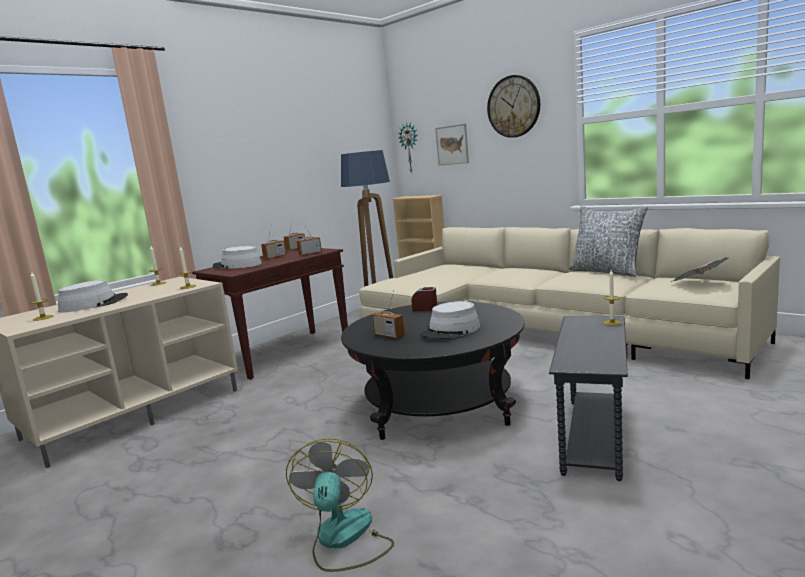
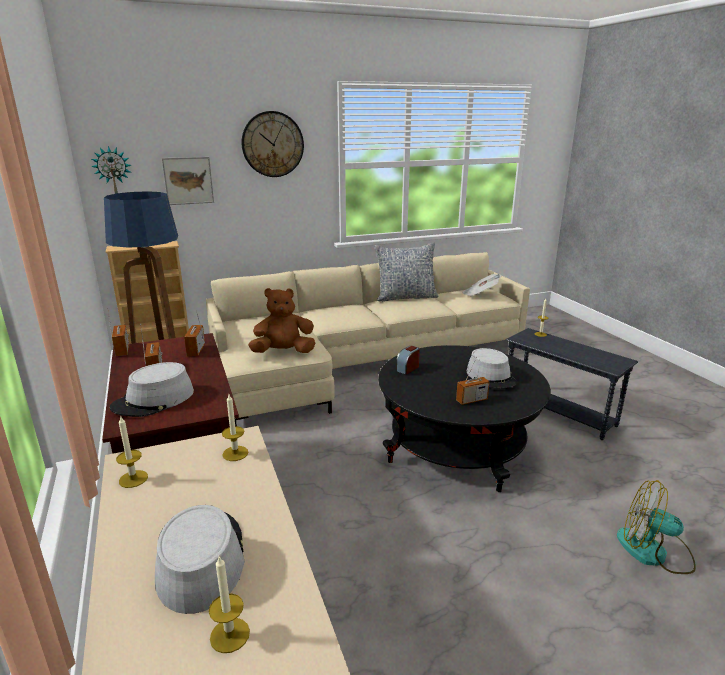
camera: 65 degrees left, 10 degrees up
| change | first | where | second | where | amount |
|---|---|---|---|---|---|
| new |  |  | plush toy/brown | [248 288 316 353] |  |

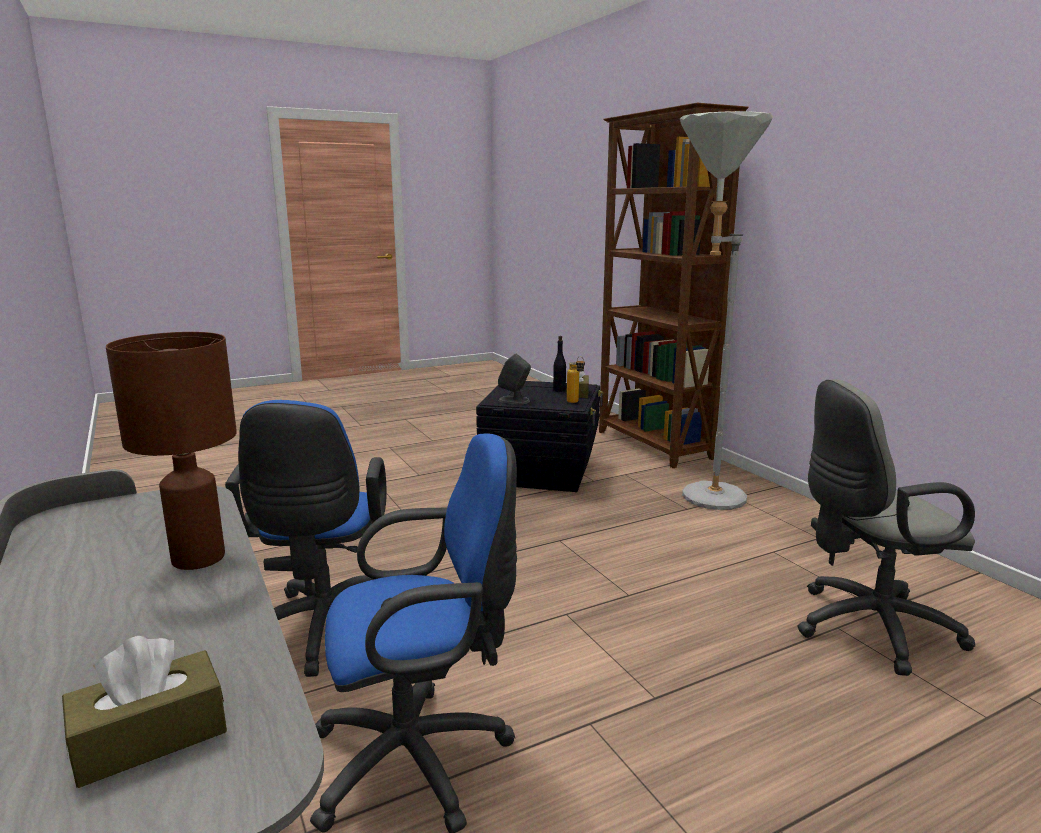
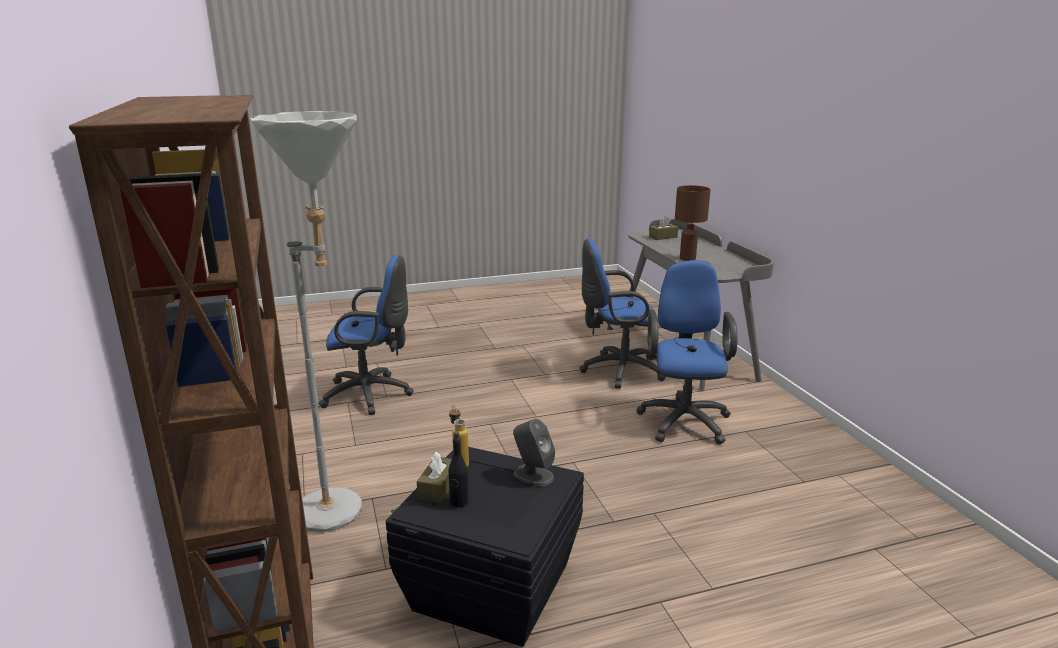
camera: 170 degrees left, 5 degrees up
| change | first | where | second | where | amount |
|---|---|---|---|---|---|
| repainted | office chair/grey | [797 379 975 676] | office chair/blue | [319 255 414 415] |  |

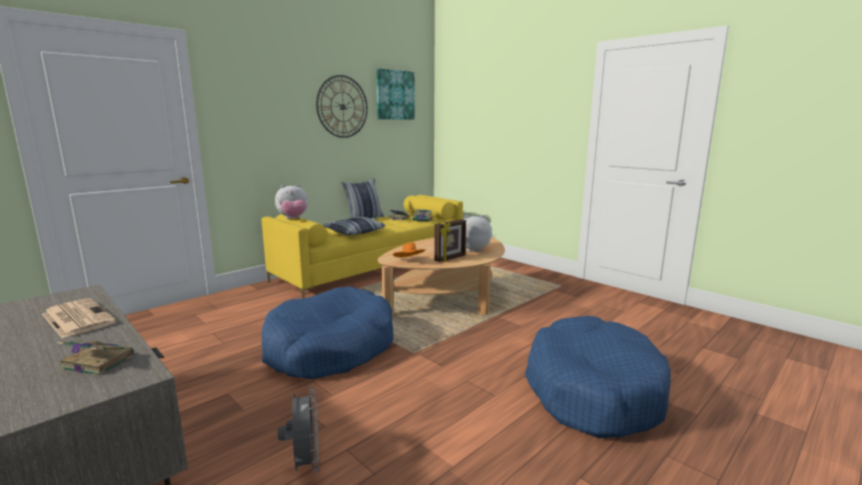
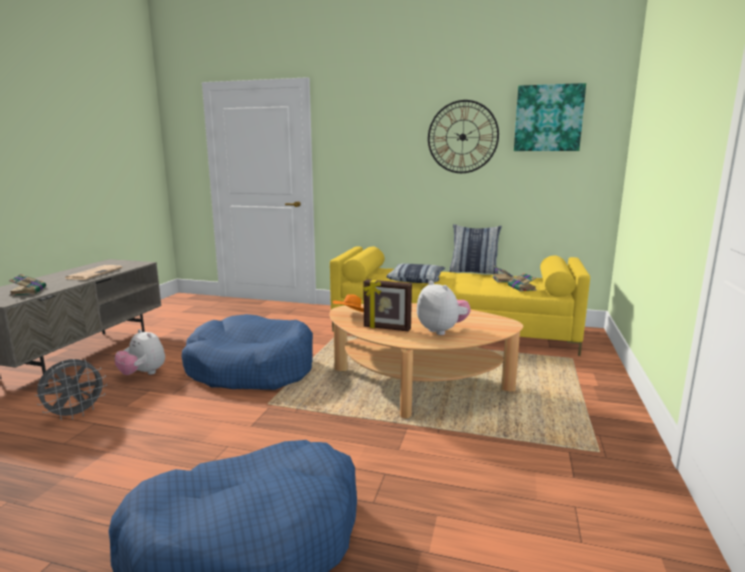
camera: 60 degrees right, 0 degrees up
| change | first | where | second | where | amount |
|---|---|---|---|---|---|
| shifted | plush toy | [275 184 308 219] |  | [115 329 165 375] |  |

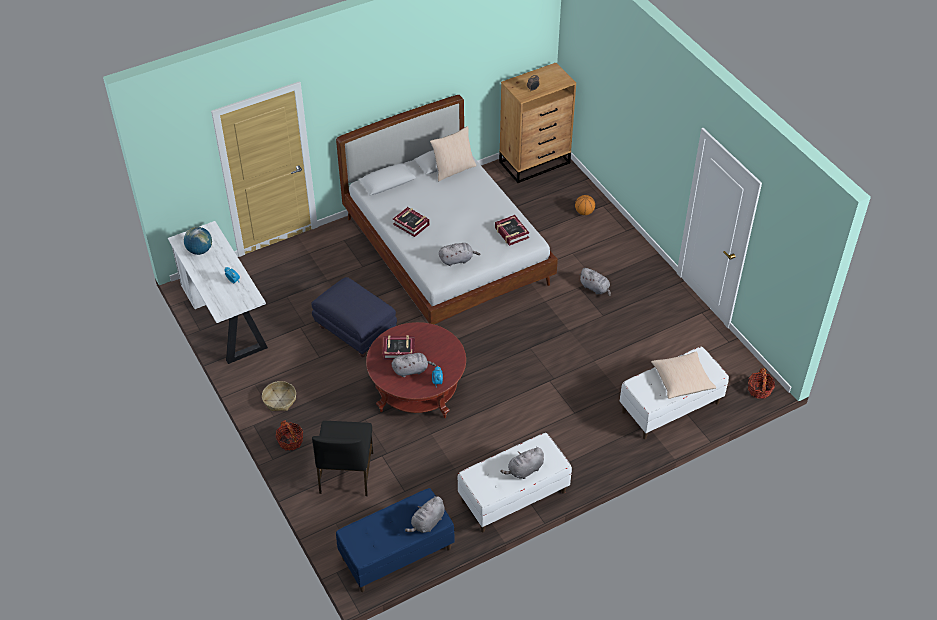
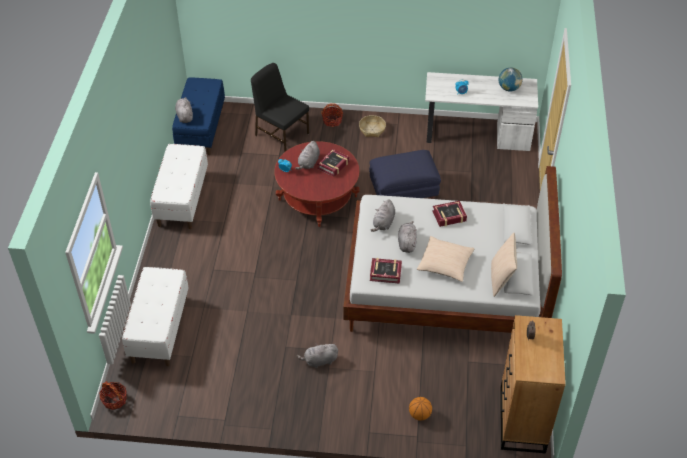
camera: 125 degrees right, 0 degrees up
| change | first | where | second | where | amount |
|---|---|---|---|---|---|
| shifted | plush toy/grey | [500 447 544 479] |  | [398 221 417 253] |  |
| shifted | pillow/beige | [651 352 716 399] |  | [417 236 475 282] |  |

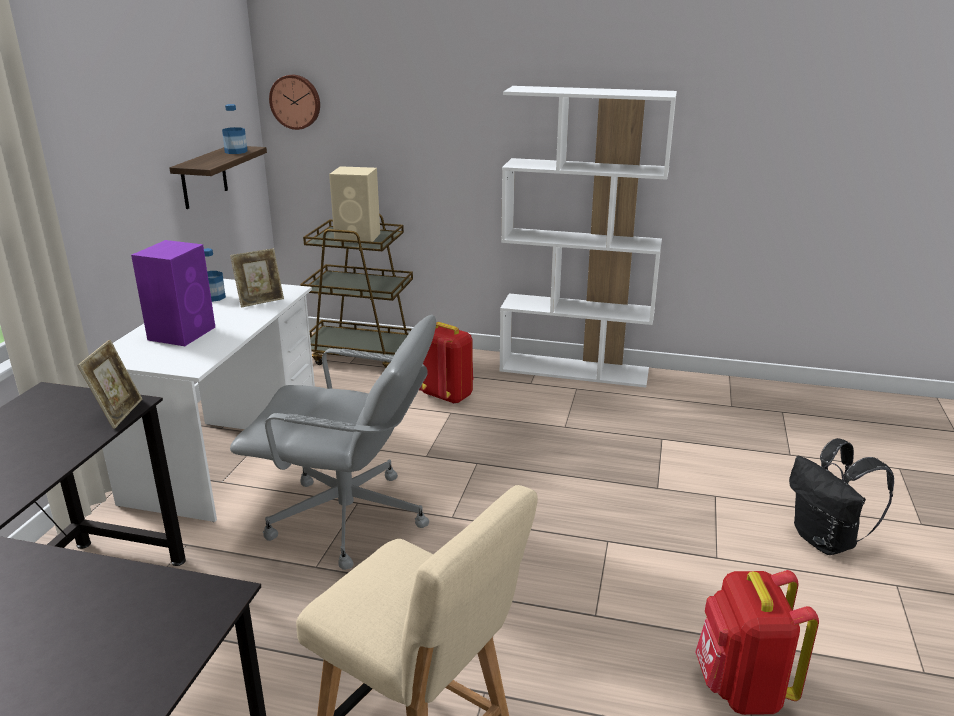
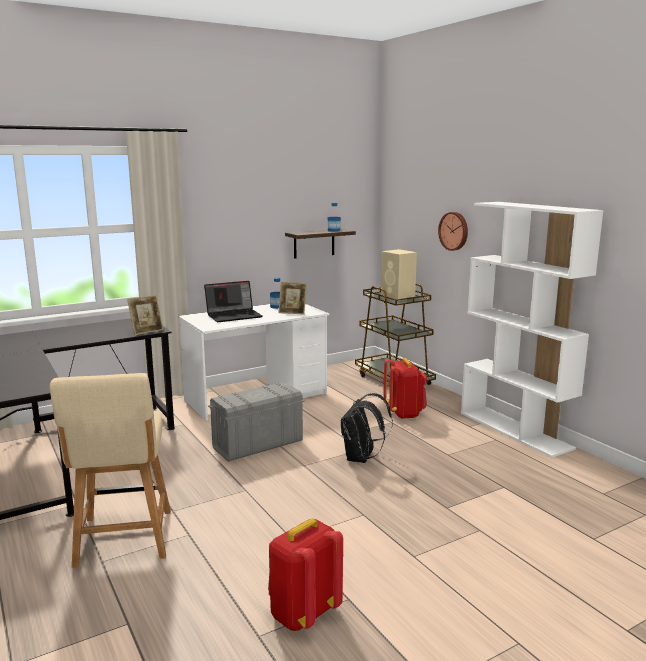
camera: 45 degrees right, 10 degrees down
| change | first | where | second | where | amount |
|---|---|---|---|---|---|
| shifted | wall clock | [269 75 320 130] |  | [438 212 468 251] |  |
| shifted | backpack/black | [789 438 894 555] |  | [341 393 393 463] |  |
| swapped | speaker/purple | [131 240 215 346] | laptop | [204 281 262 322] |  |
| swapped | office chair/grey | [230 315 436 570] | storage box/grey | [208 382 305 462] |  |

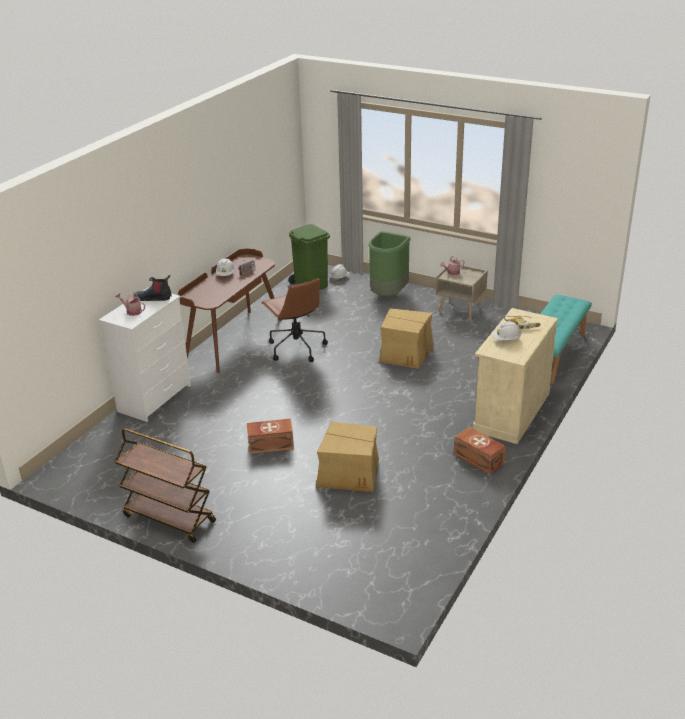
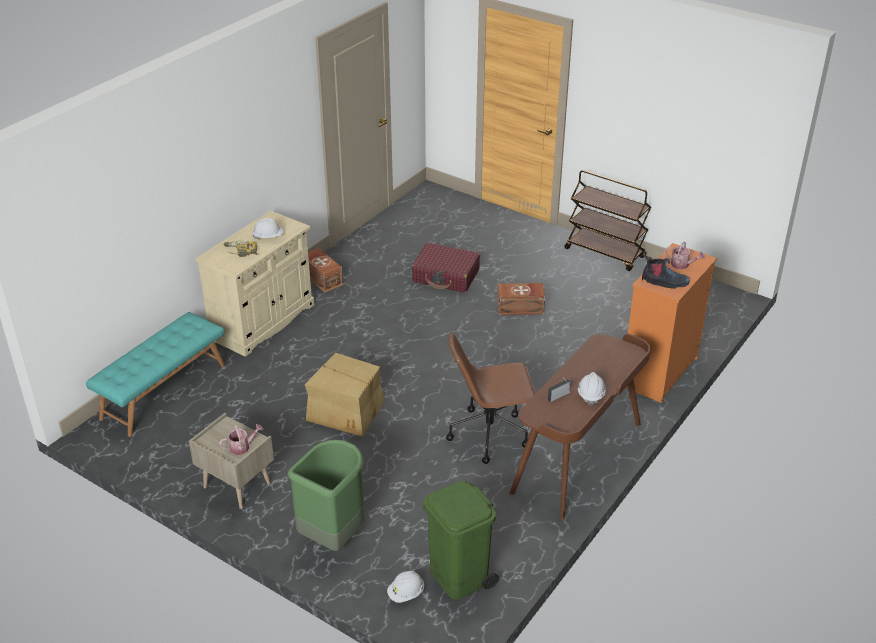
camera: 175 degrees left, 5 degrees up
| change | first | where | second | where | amount |
|---|---|---|---|---|---|
| swapped | cardboard box | [316 421 379 492] | suitcase/red | [412 243 480 293] |  |
| repainted | dresser/white | [99 288 191 422] | dresser/orange | [626 243 717 403] |  |
| rotated | office chair/brown | [261 278 328 362] |  | [446 332 536 464] | 75 degrees counterclockwise |

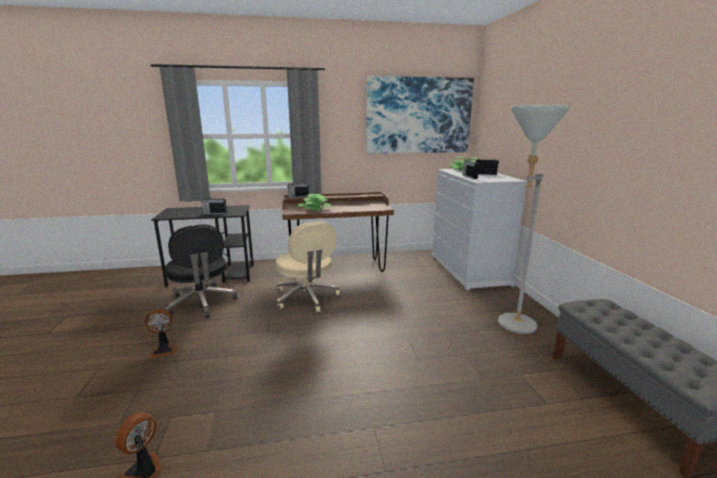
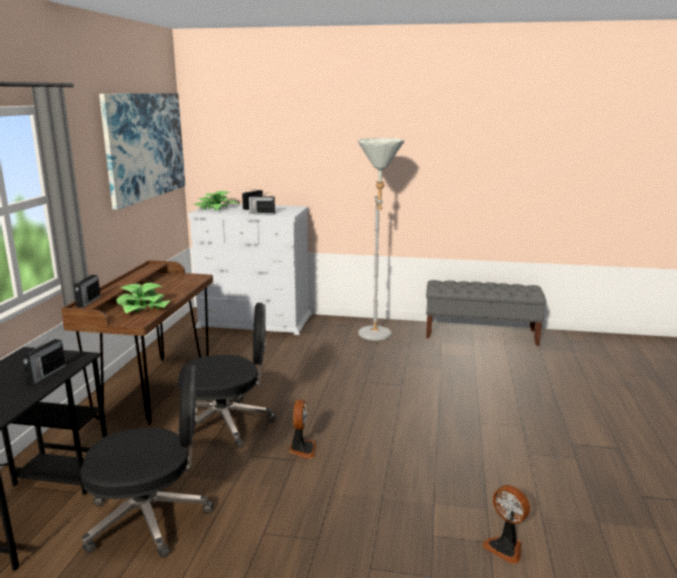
camera: 70 degrees left, 0 degrees up
| change | first | where | second | where | amount |
|---|---|---|---|---|---|
| shifted | fan | [145 309 177 358] |  | [289 400 316 459] |  |
| repainted | office chair/beige | [276 221 340 312] | office chair/black | [178 303 276 448] |  |

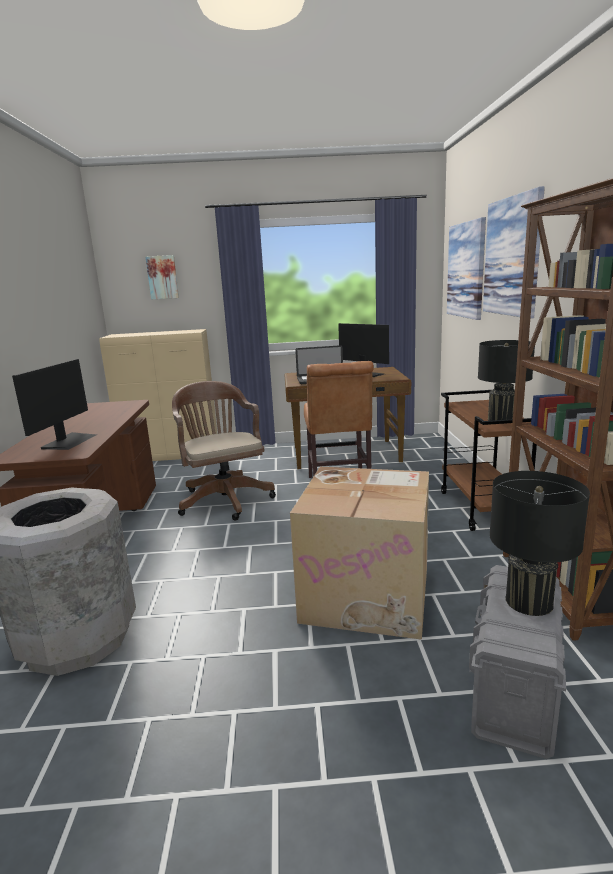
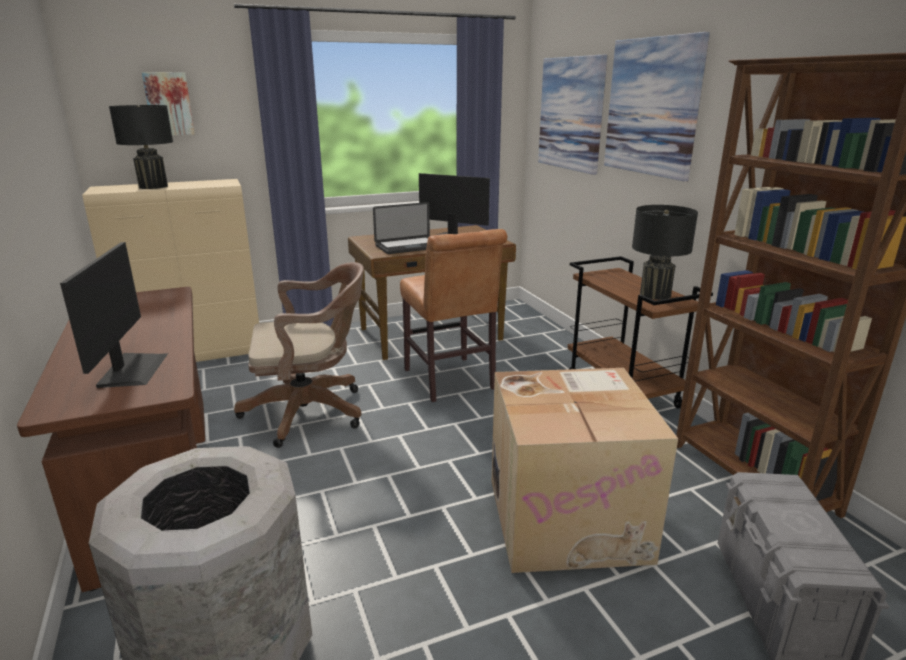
camera: 20 degrees left, 5 degrees up
| change | first | where | second | where | amount |
|---|---|---|---|---|---|
| shifted | table lamp/black | [490 471 590 616] |  | [109 105 173 189] |  |
| rotated | office chair/brown | [172 381 276 521] |  | [234 262 364 448] | 120 degrees clockwise |

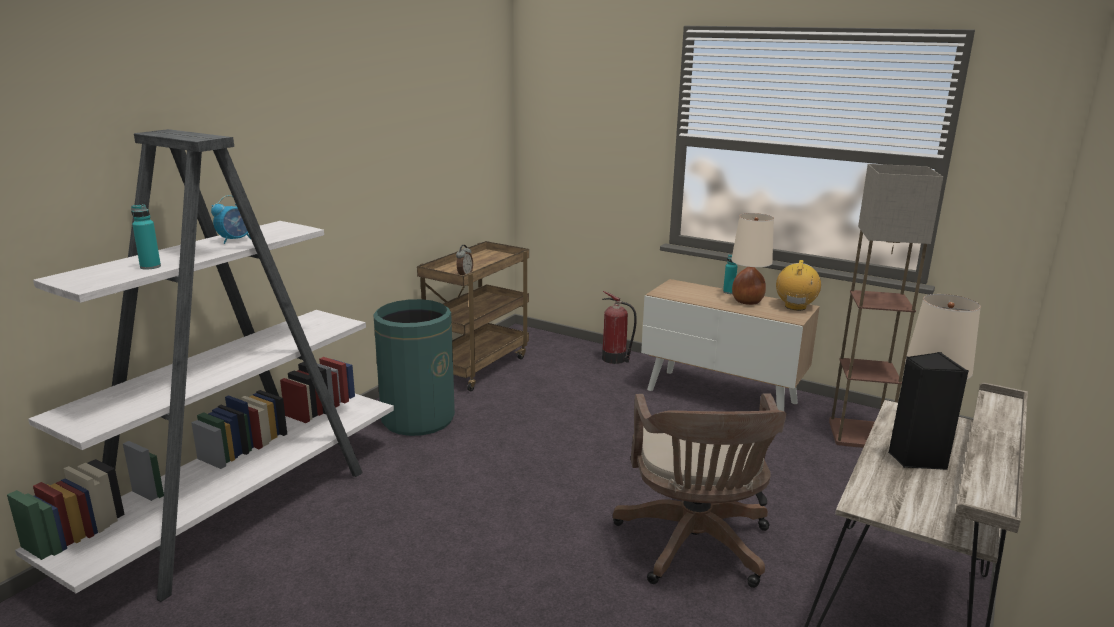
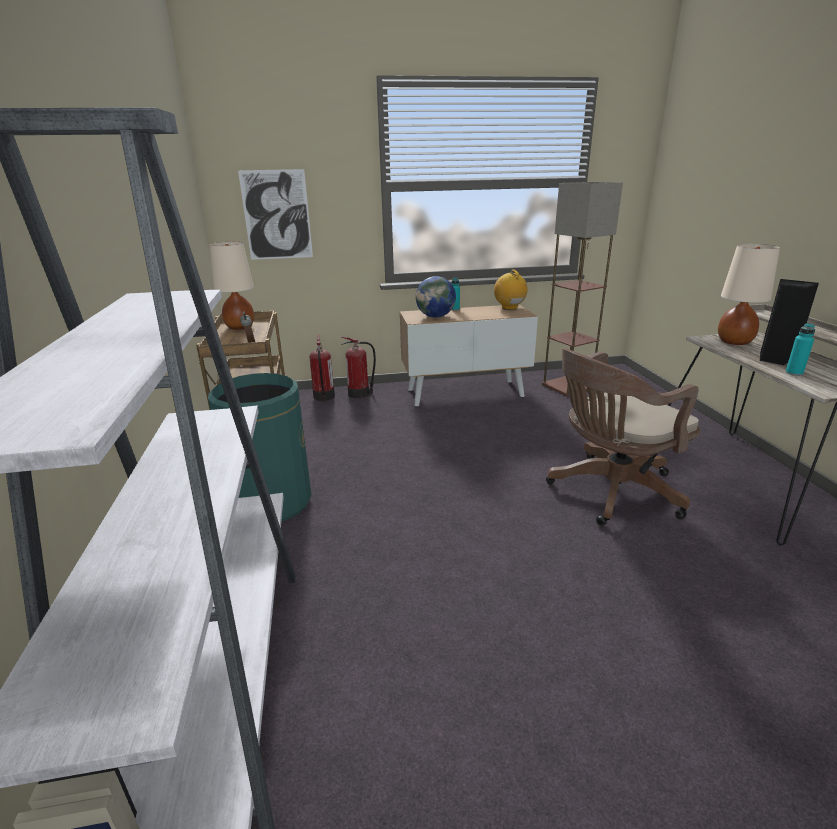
camera: 40 degrees left, 5 degrees up
| change | first | where | second | where | amount |
|---|---|---|---|---|---|
| gone | alarm clock | [211 195 251 244] |  |  |  |
| new |  |  | picture | [238 169 313 260] |  |
| new |  |  | fire extinguisher | [309 334 335 402] |  |
| new |  |  | globe | [416 276 456 318] |  |
| shifted | bottle/turquoise | [131 204 161 270] |  | [785 323 815 376] |  |
| shifted | table lamp/beige | [731 213 774 305] |  | [210 242 254 330] |  |
| rotated | office chair/brown | [613 393 787 588] |  | [546 348 700 526] | 105 degrees clockwise |

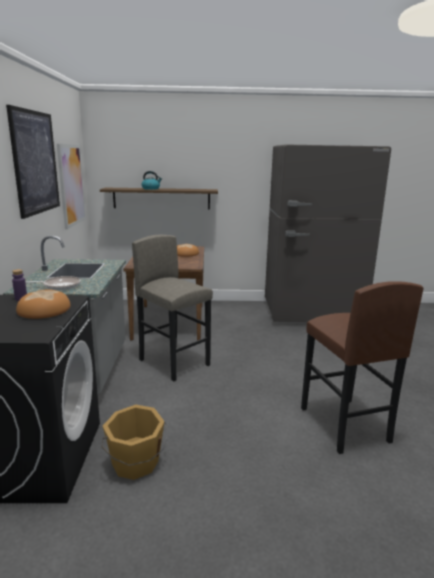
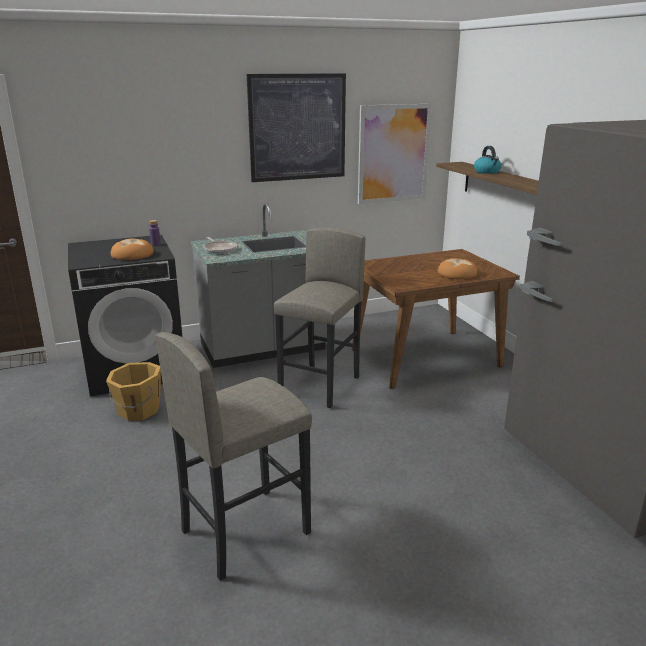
camera: 70 degrees right, 5 degrees up
| change | first | where | second | where | amount |
|---|---|---|---|---|---|
| repainted | stool/brown | [301 281 423 454] | stool/grey | [155 332 312 581] |  |

